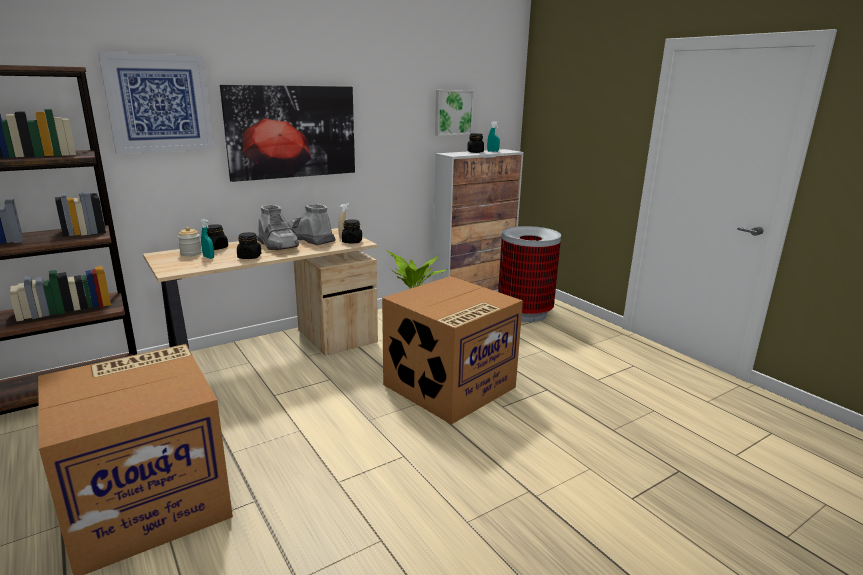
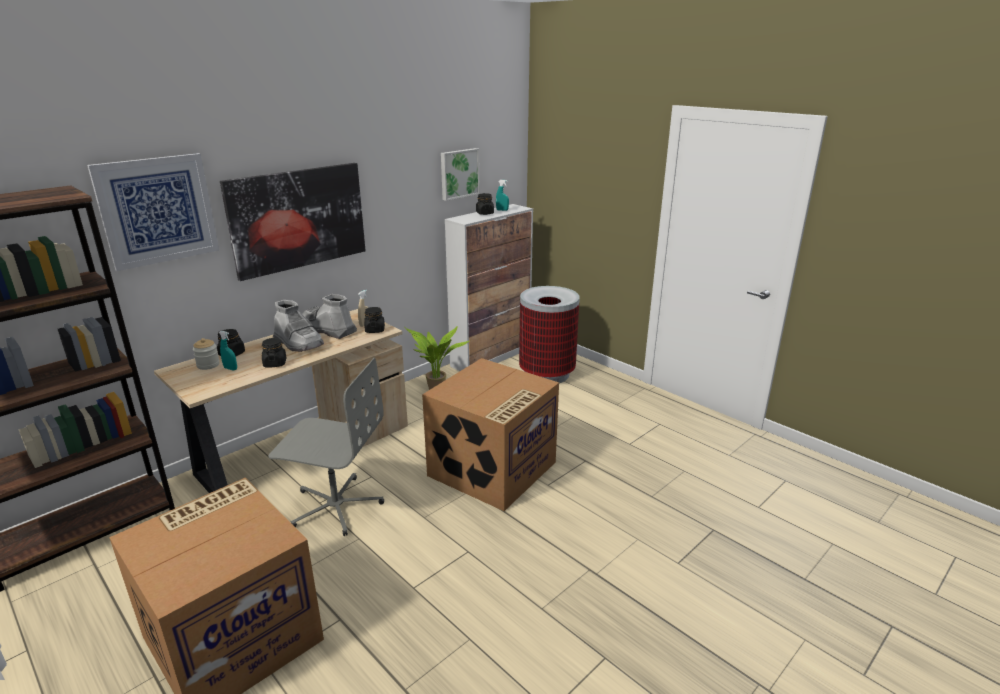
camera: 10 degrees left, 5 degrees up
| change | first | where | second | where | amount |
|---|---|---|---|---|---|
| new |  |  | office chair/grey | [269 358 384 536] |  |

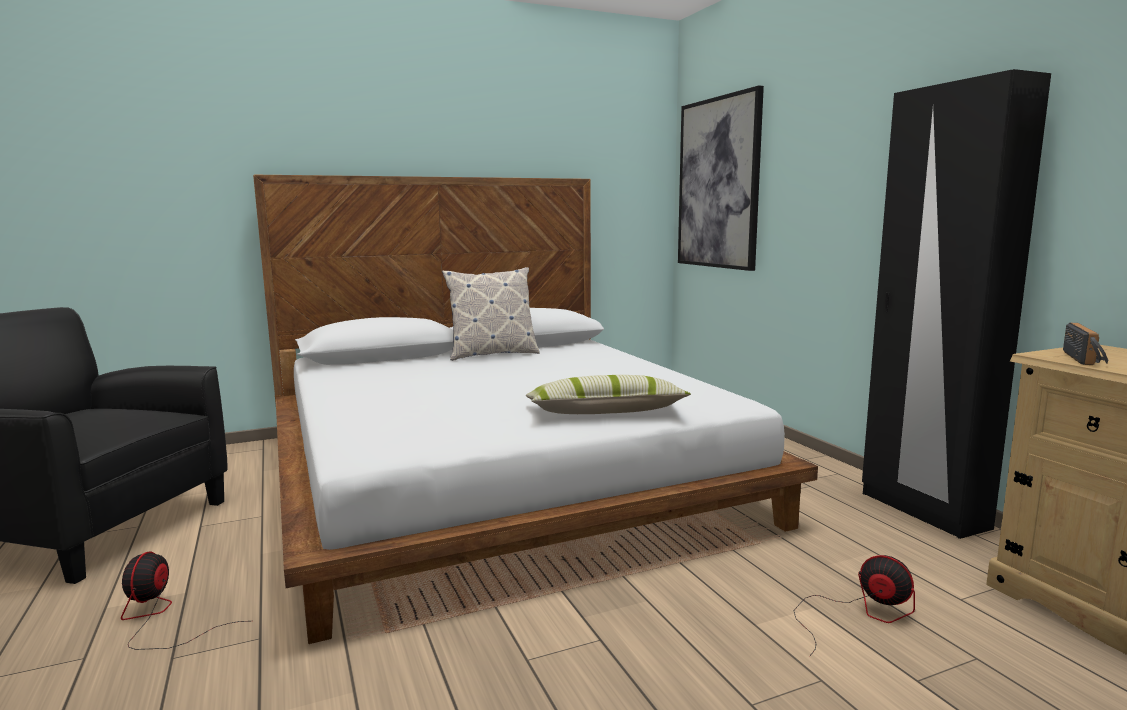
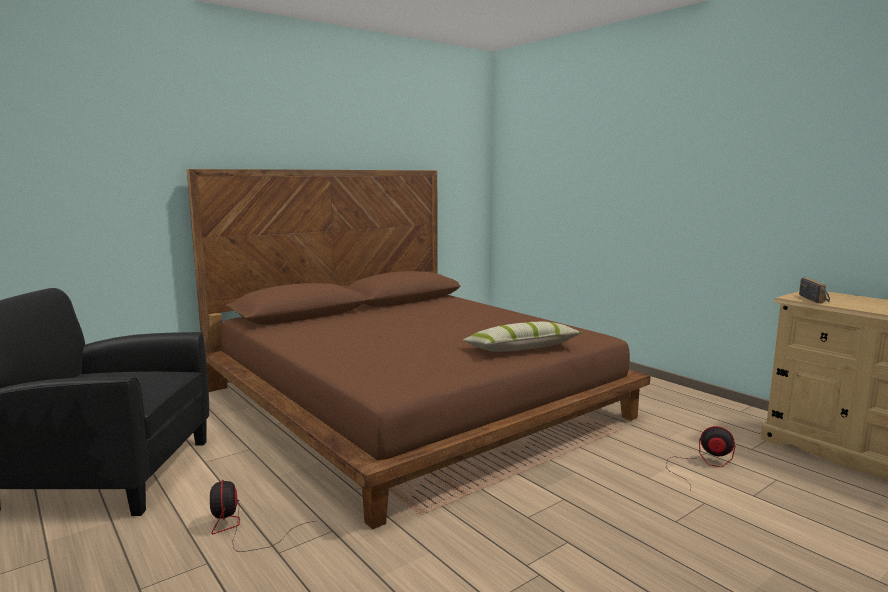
camera: 15 degrees left, 0 degrees up
| change | first | where | second | where | amount |
|---|---|---|---|---|---|
| gone | pillow | [442 267 540 361] |  |  |  |
| gone | picture | [678 85 764 271] |  |  |  |
| gone | wardrobe/black | [862 69 1051 539] |  |  |  |
| repainted | bed/white | [253 175 818 644] | bed/brown | [187 169 651 529] |  |

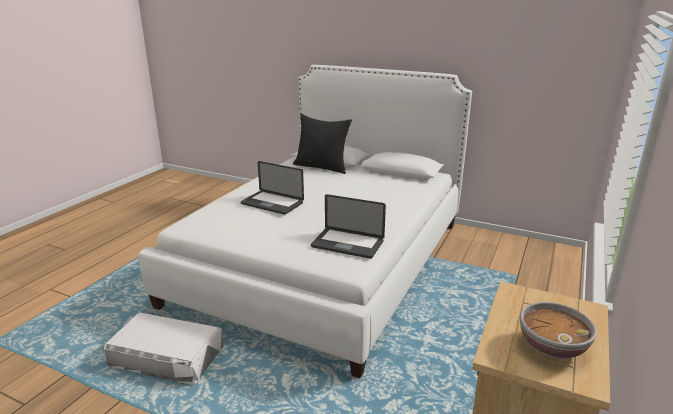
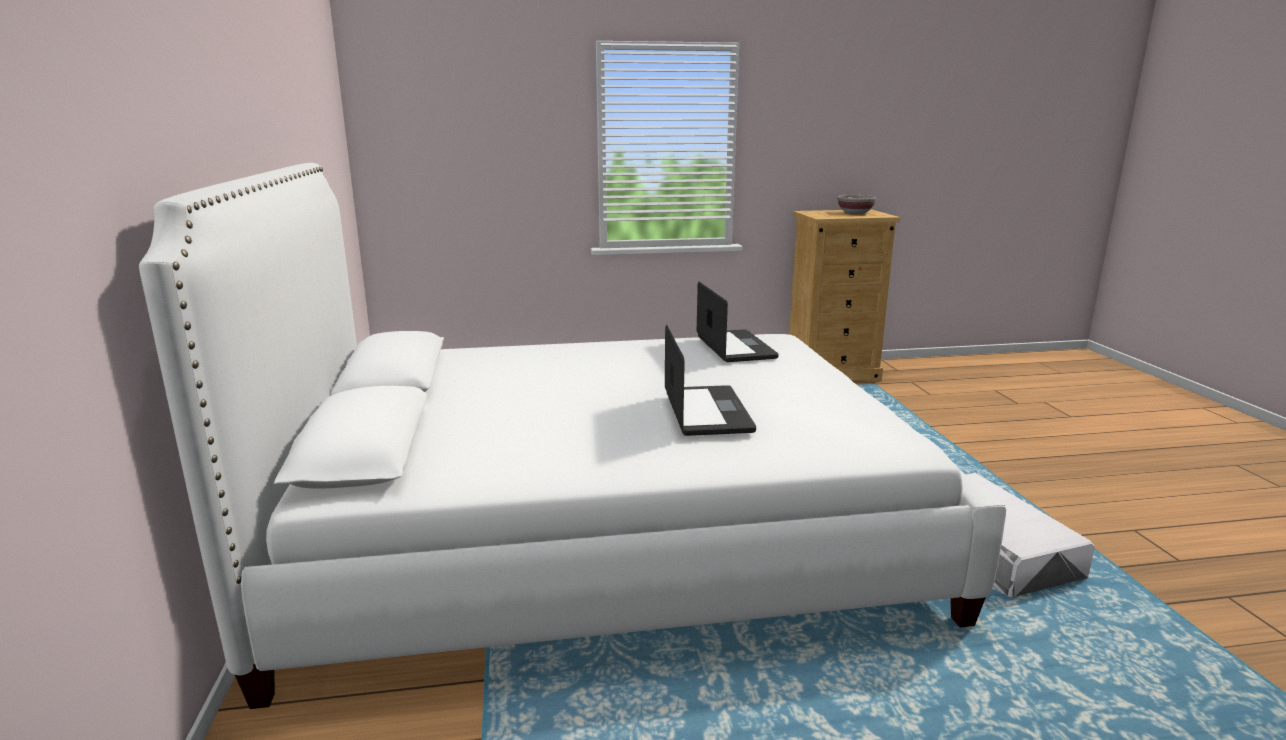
camera: 125 degrees left, 5 degrees down
| change | first | where | second | where | amount |
|---|---|---|---|---|---|
| gone | pillow/black | [293 113 352 174] |  |  |  |

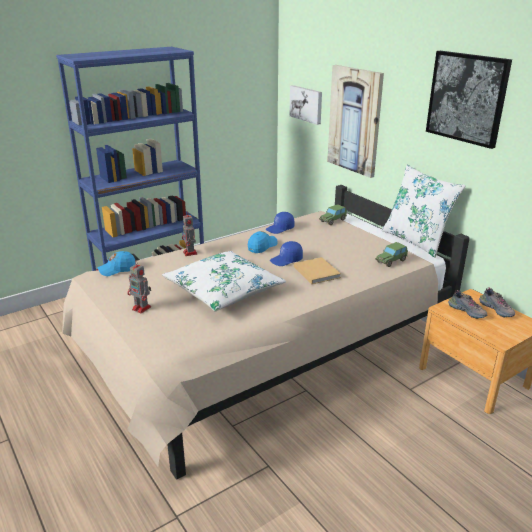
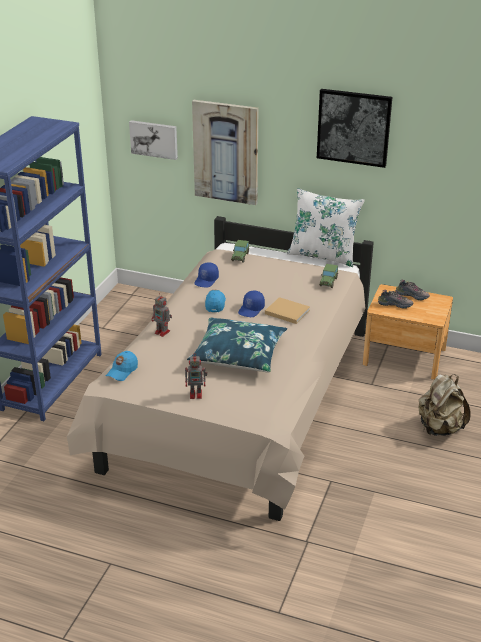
camera: 35 degrees left, 5 degrees up
| change | first | where | second | where | amount |
|---|---|---|---|---|---|
| new |  |  | backpack/beige | [419 374 471 436] |  |
| repainted | pillow/white | [162 251 286 311] | pillow/blue | [187 318 287 373] |  |

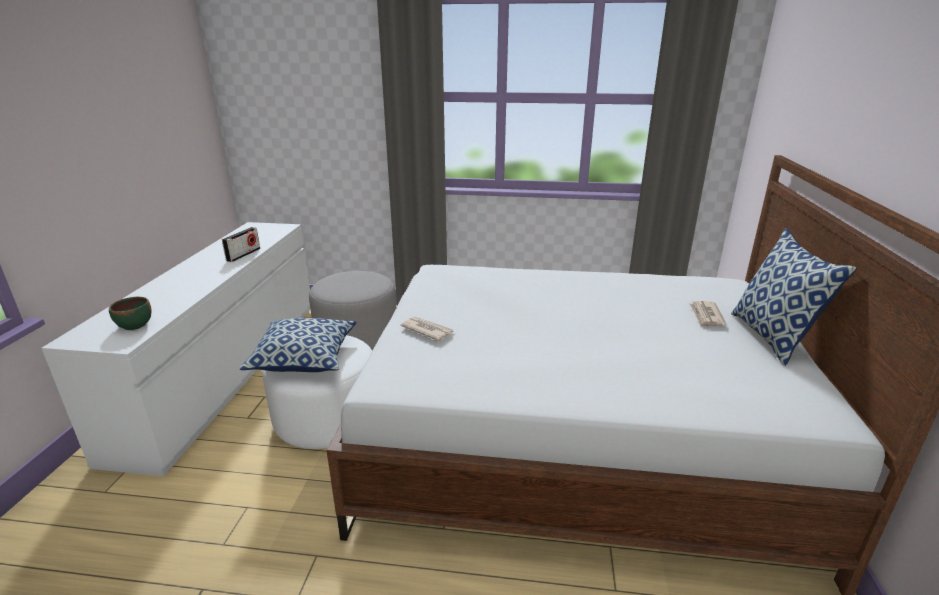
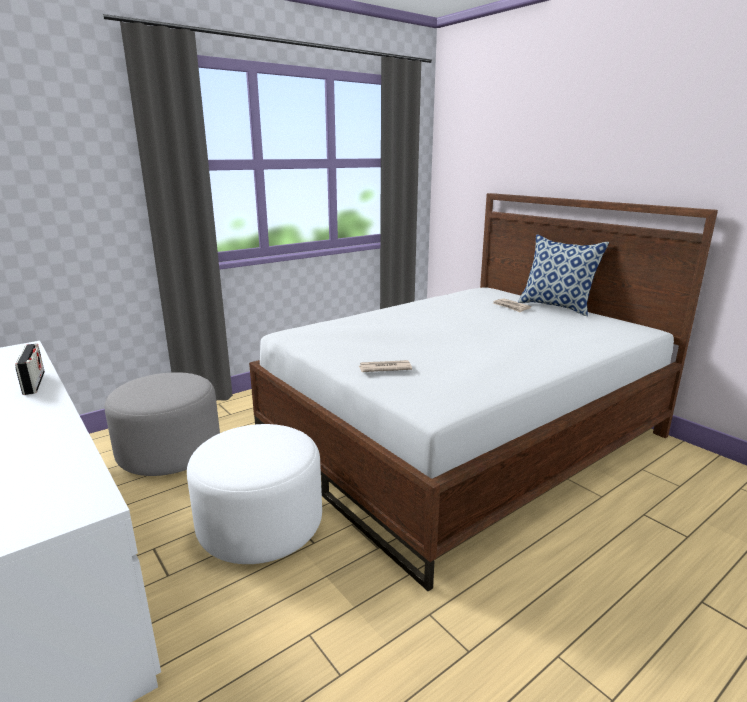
camera: 45 degrees left, 5 degrees down
| change | first | where | second | where | amount |
|---|---|---|---|---|---|
| gone | bowl/green | [109 297 151 330] |  |  |  |
| gone | pillow | [239 318 356 372] |  |  |  |

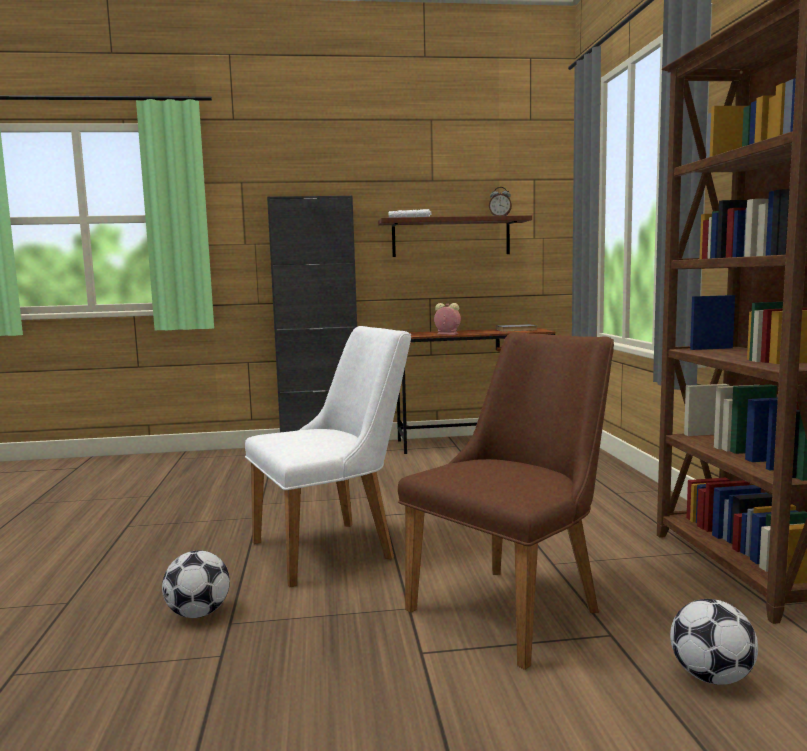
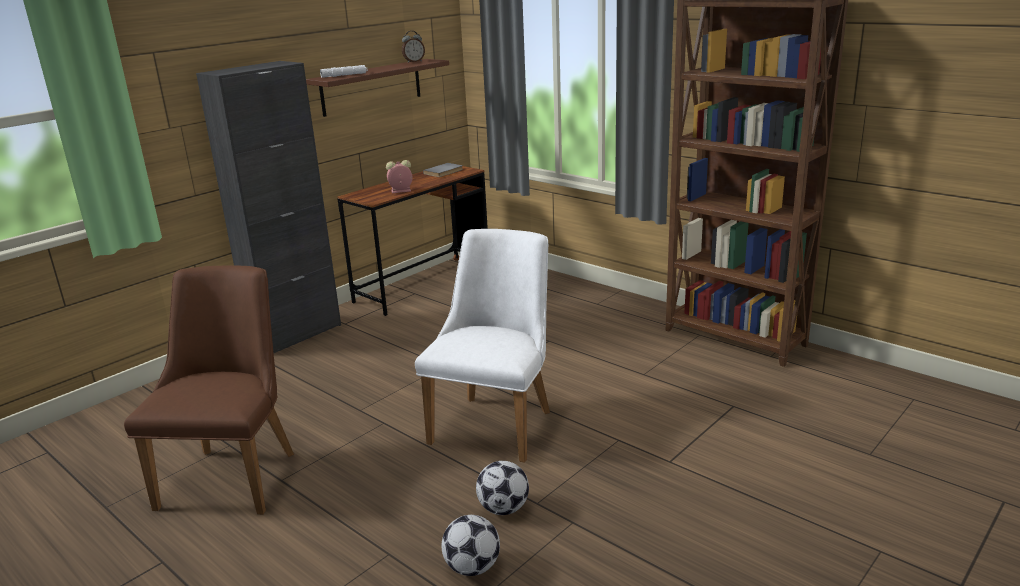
camera: 40 degrees left, 15 degrees up
| change | first | where | second | where | amount |
|---|---|---|---|---|---|
| shifted | chair/brown | [398 332 614 670] |  | [124 266 294 515] |  |
| shifted | football | [670 599 758 685] |  | [441 515 500 576] |  |

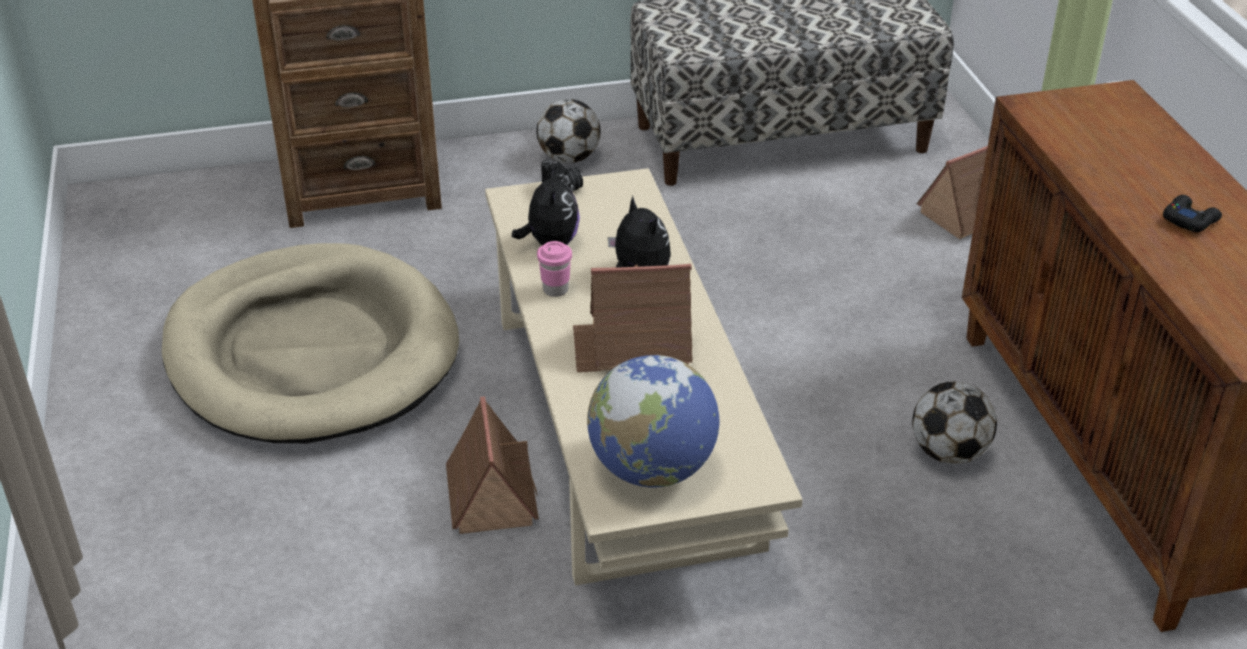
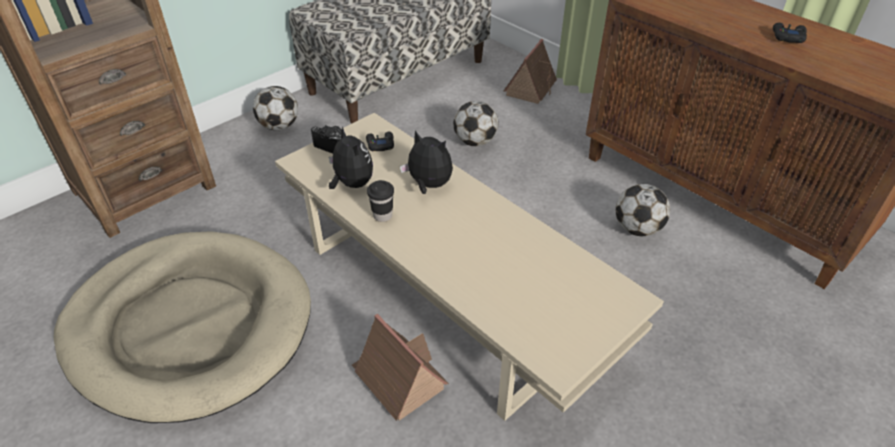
camera: 30 degrees left, 5 degrees up
| change | first | where | second | where | amount |
|---|---|---|---|---|---|
| gone | toy house | [573 264 692 372] |  |  |  |
| gone | globe | [587 355 719 487] |  |  |  |
| new |  |  | game controller/black | [366 132 394 151] |  |
| new |  |  | football | [453 101 499 146] |  |
| repainted | cup/pink | [537 241 572 297] | cup/black | [367 180 394 222] |  |

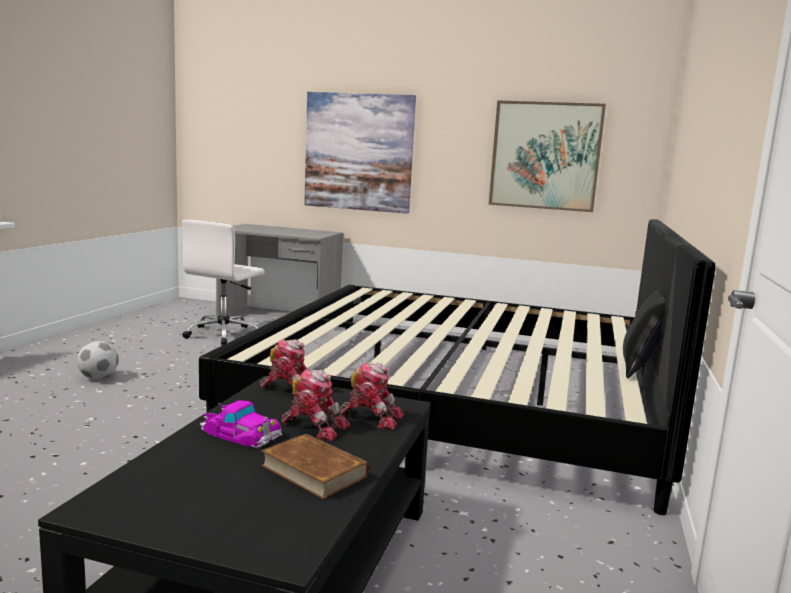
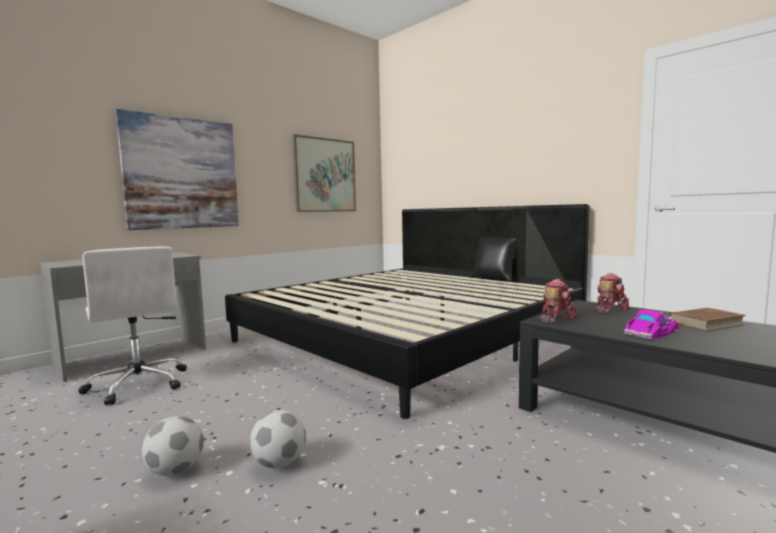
camera: 60 degrees left, 5 degrees down
| change | first | where | second | where | amount |
|---|---|---|---|---|---|
| gone | toy robot | [281 369 350 441] |  |  |  |
| new |  |  | football | [250 410 306 468] |  |

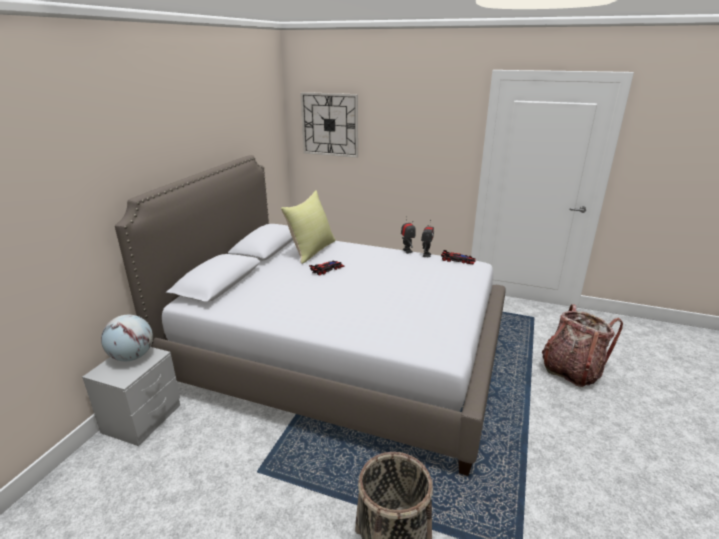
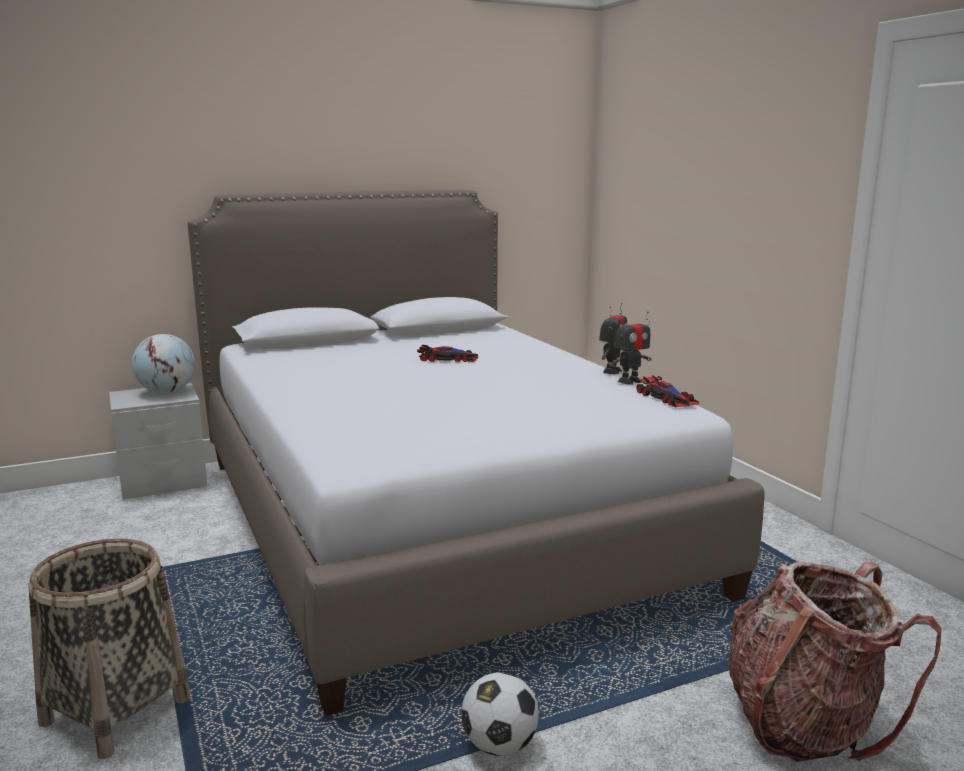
camera: 45 degrees right, 10 degrees down
| change | first | where | second | where | amount |
|---|---|---|---|---|---|
| gone | pillow/yellow | [281 190 336 264] |  |  |  |
| gone | wall clock | [300 92 358 158] |  |  |  |
| new |  |  | football | [461 672 539 756] |  |

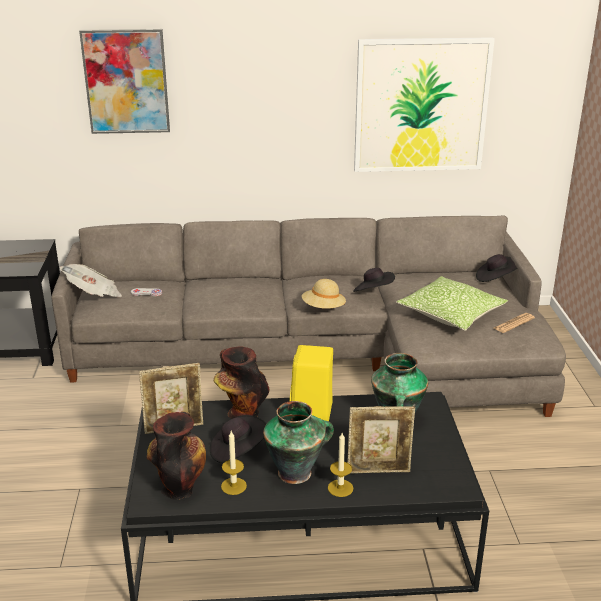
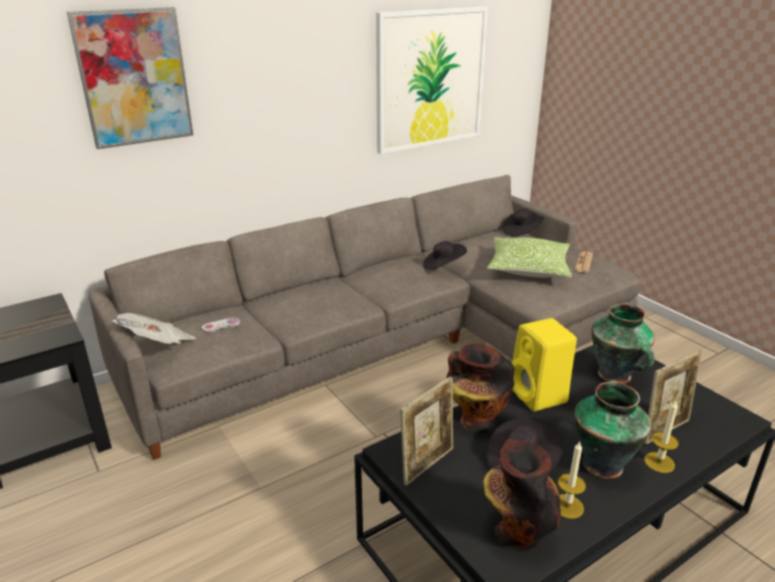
camera: 30 degrees left, 0 degrees up
| change | first | where | second | where | amount |
|---|---|---|---|---|---|
| gone | hat/beige | [302 279 346 309] |  |  |  |

